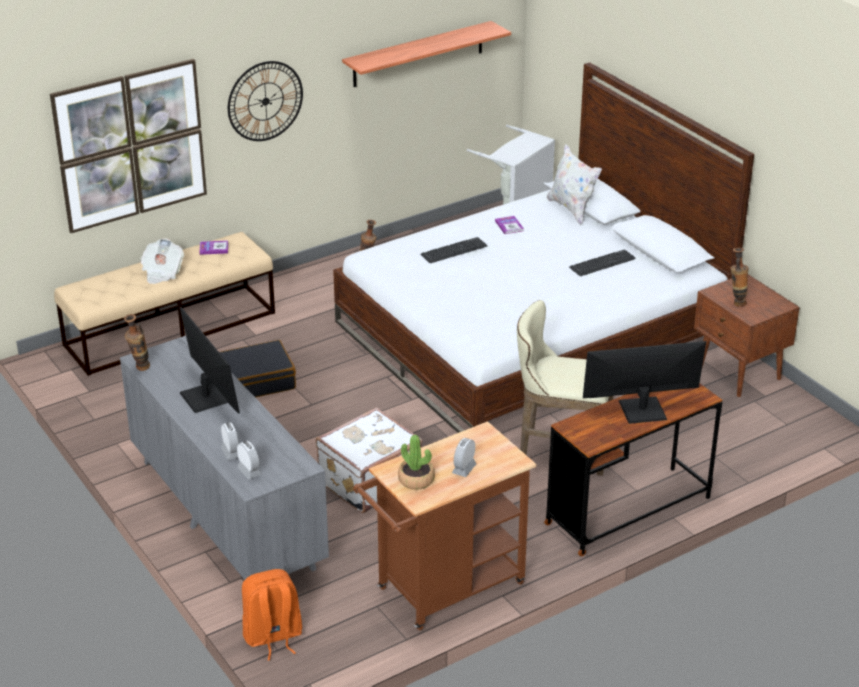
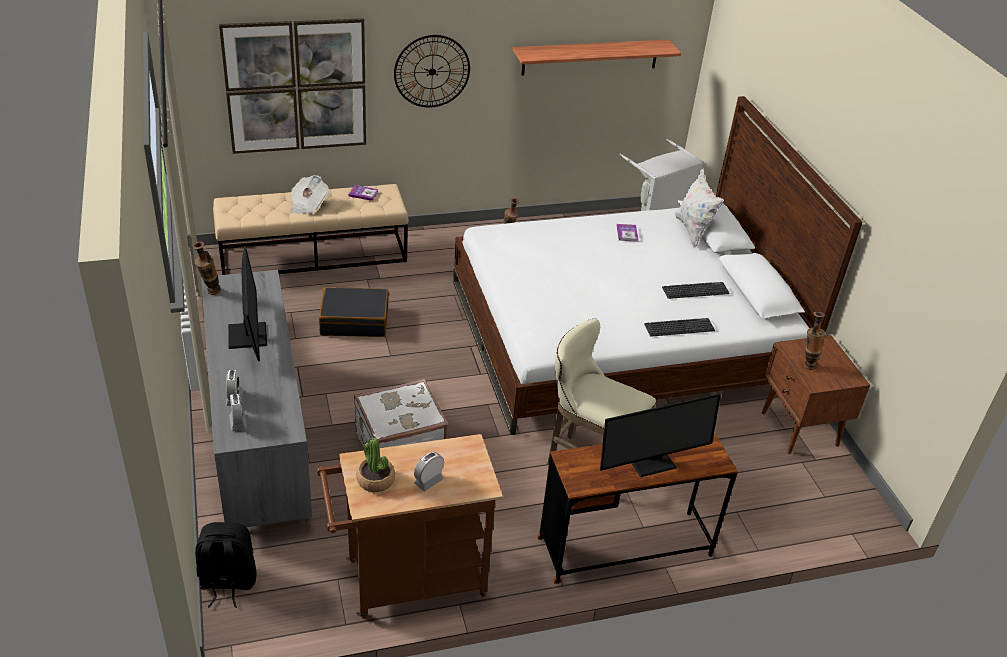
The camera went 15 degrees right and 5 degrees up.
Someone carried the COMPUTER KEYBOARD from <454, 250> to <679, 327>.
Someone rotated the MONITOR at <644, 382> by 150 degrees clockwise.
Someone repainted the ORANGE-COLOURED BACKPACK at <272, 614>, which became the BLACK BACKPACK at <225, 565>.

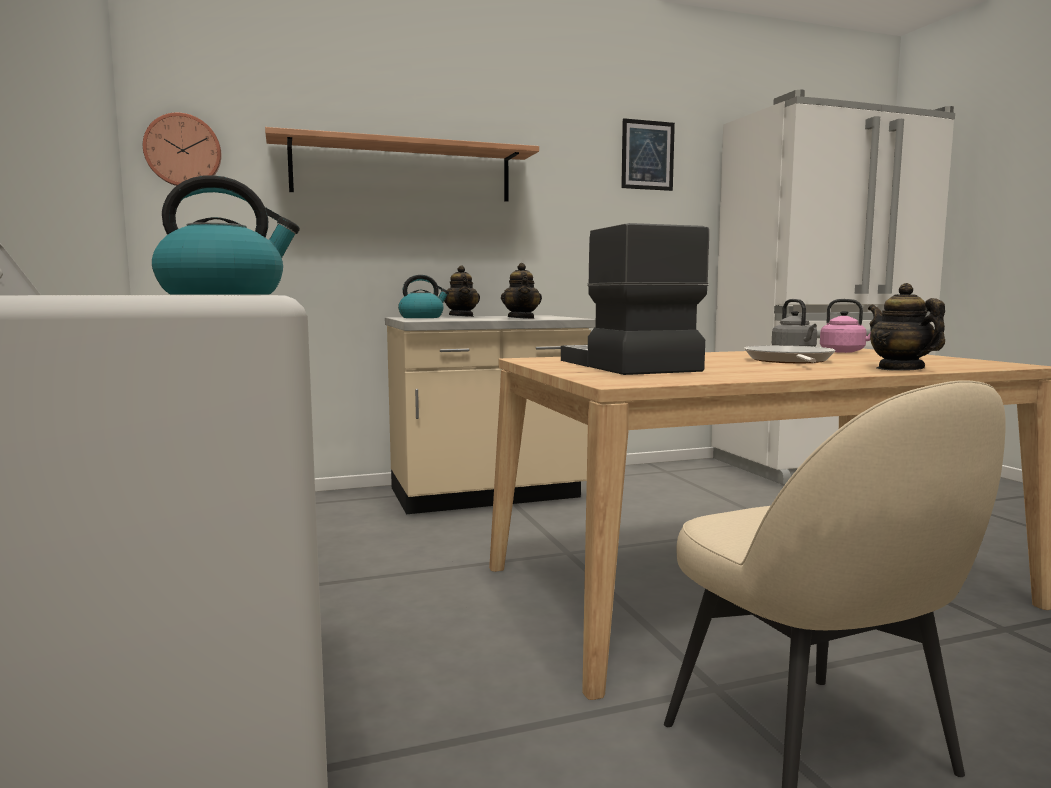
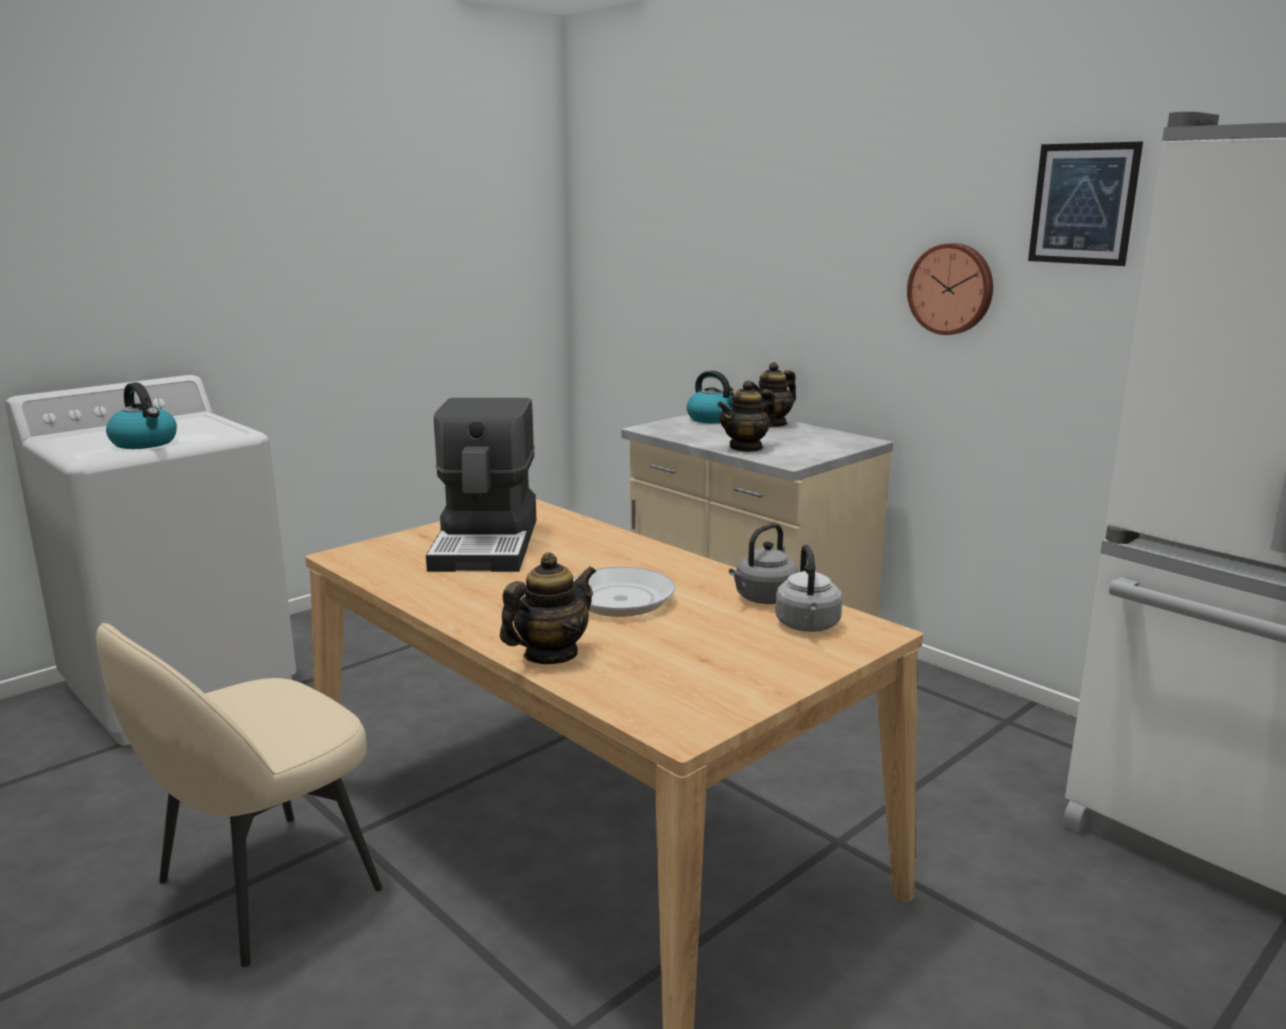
The camera went 65 degrees right and 10 degrees up.
Someone carried the CLOCK ON THE WALL from <182, 149> to <950, 289>.
Someone took away the SHELF at <402, 164>.
Someone rotated the COFFEE MACHINE at <635, 299> by 135 degrees clockwise.
Someone repainted the PINK TEA KETTLE at <845, 326>, which became the GRAY TEA KETTLE at <808, 588>.

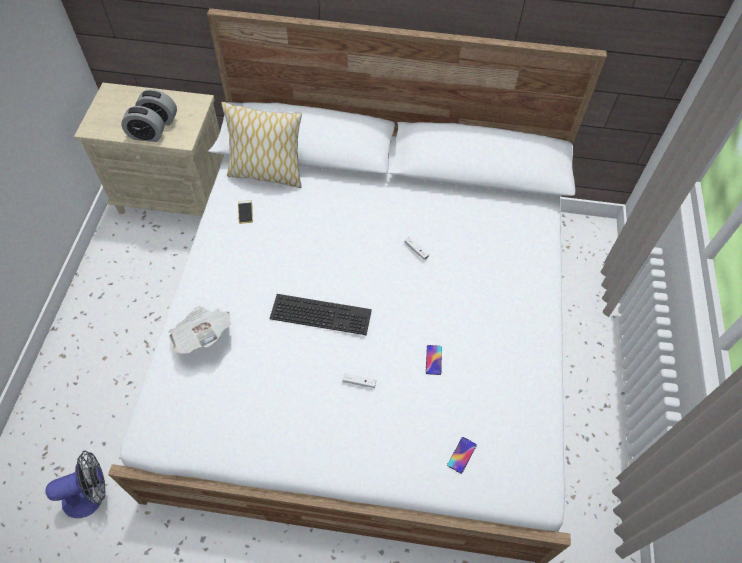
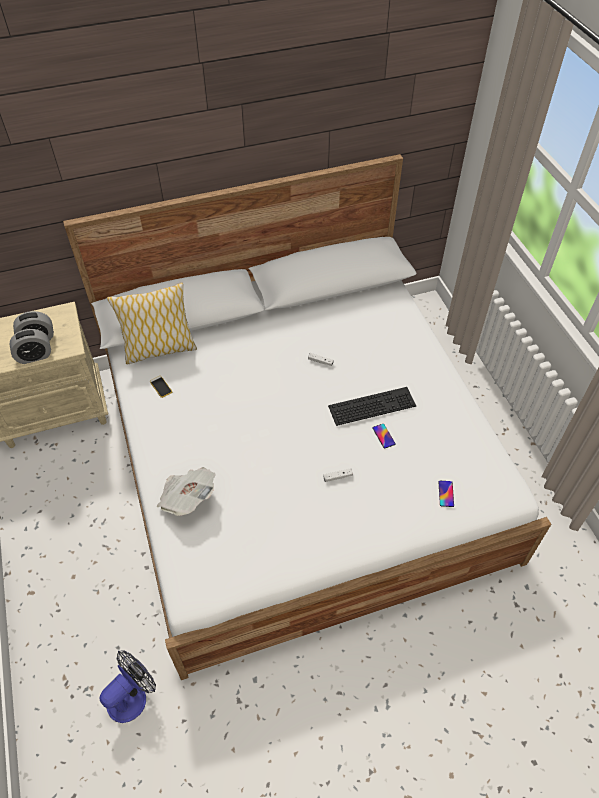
The camera went 25 degrees left and 5 degrees down.
Someone carried the COMPUTER KEYBOARD from <320, 314> to <372, 406>.

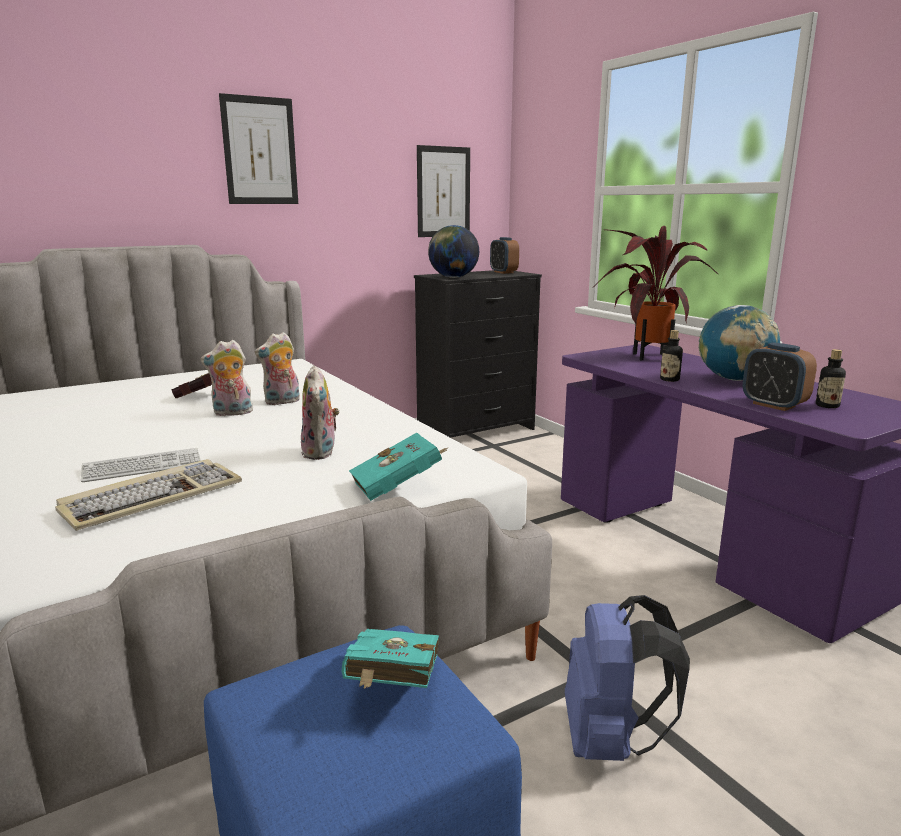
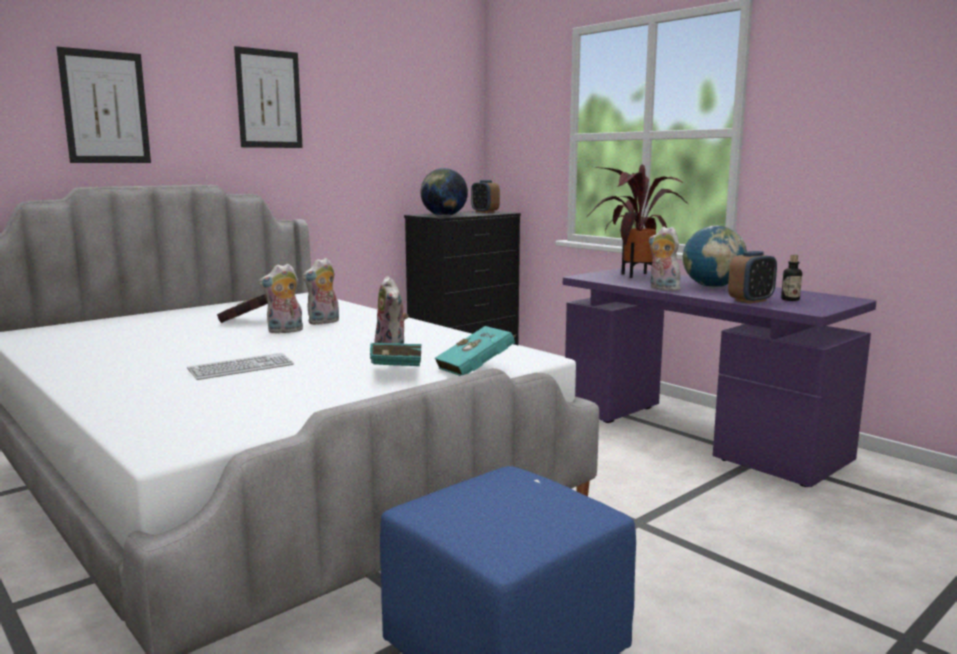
The camera went 10 degrees left and 5 degrees down.
Someone carried the WALL PICTURE from <443, 191> to <104, 105>.
Someone swapped the DRINK BOTTLE at <671, 356> for the CUDDLY TOY at <664, 259>.
Someone rotated the ALARM CLOCK at <780, 376> by 75 degrees counterclockwise.
Someone took away the COMPUTER KEYBOARD at <148, 495>.
Someone took away the BLUE BACKPACK at <627, 678>.
Someone carried the TURQUOISE VOLUME from <390, 659> to <395, 354>.

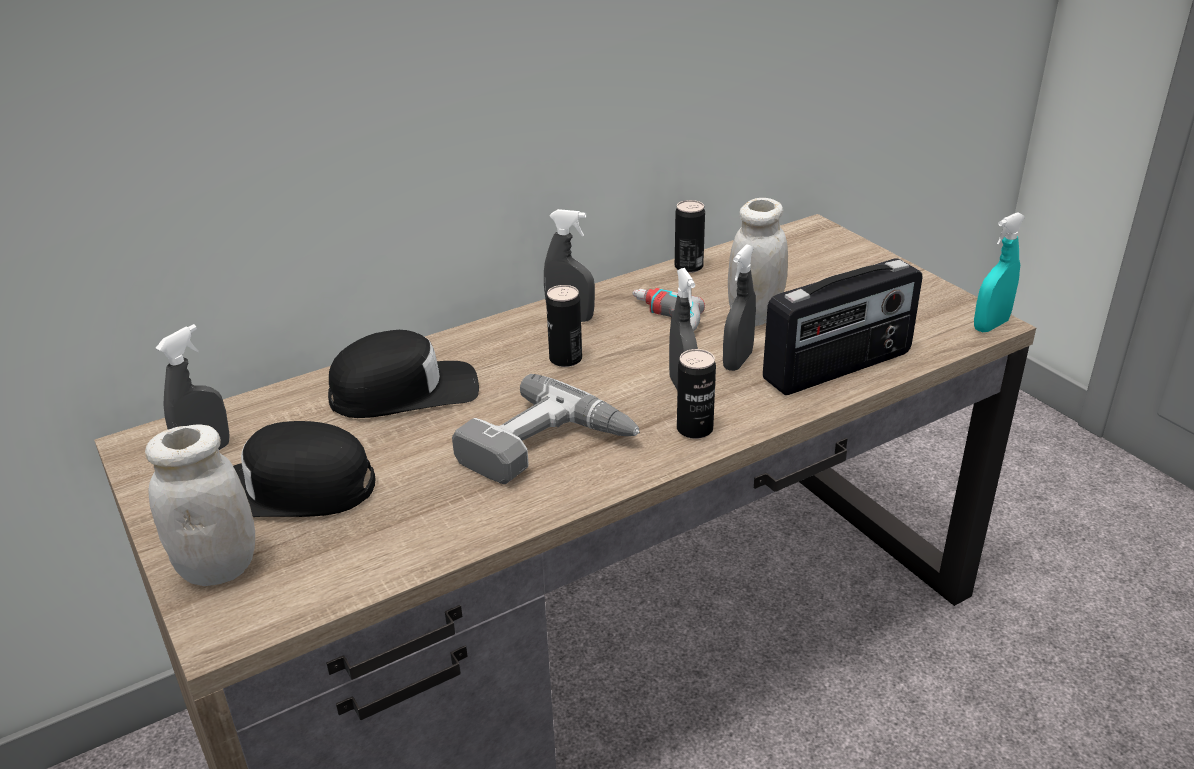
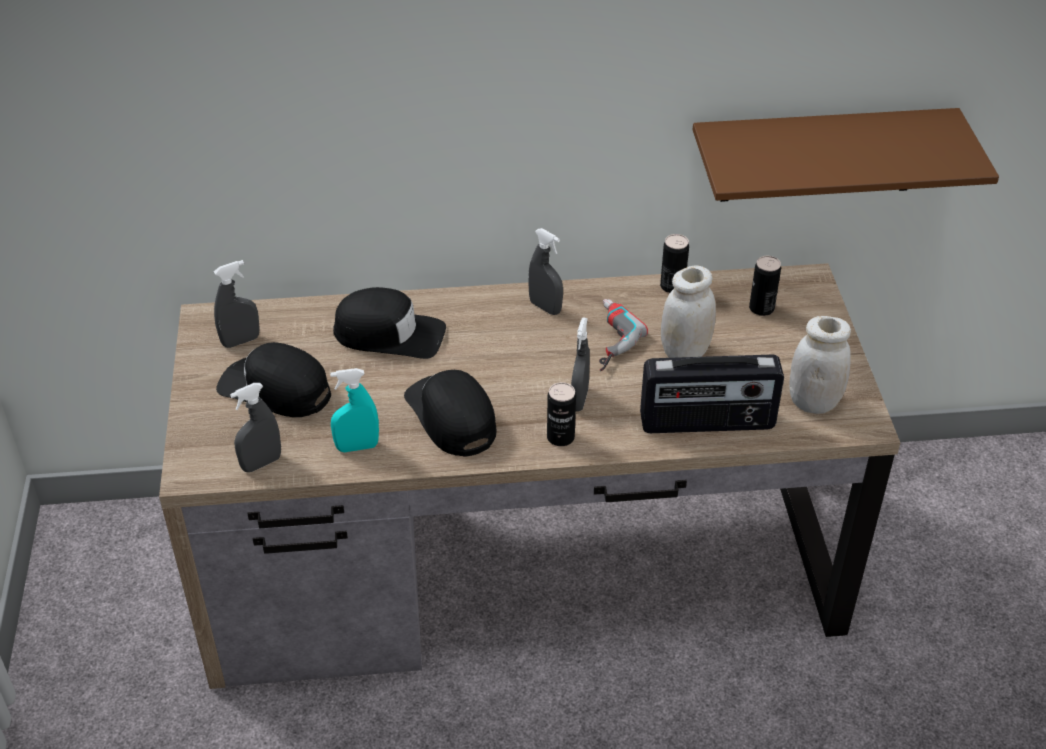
The camera went 25 degrees right and 10 degrees up.
Someone carried the TURQUOISE SPRAYER from <999, 272> to <354, 410>.
Someone carried the GRAY SPRAYER from <739, 307> to <255, 427>.
Someone carried the METAL CAN from <564, 326> to <765, 286>.
Someone swapped the DRILL at <546, 429> for the BLACK BASEBALL CAP at <450, 413>.
Someone carried the WHITISH STORAGE JAR from <200, 505> to <820, 365>.
Someone put up the BROWN SHELF at <846, 155>.

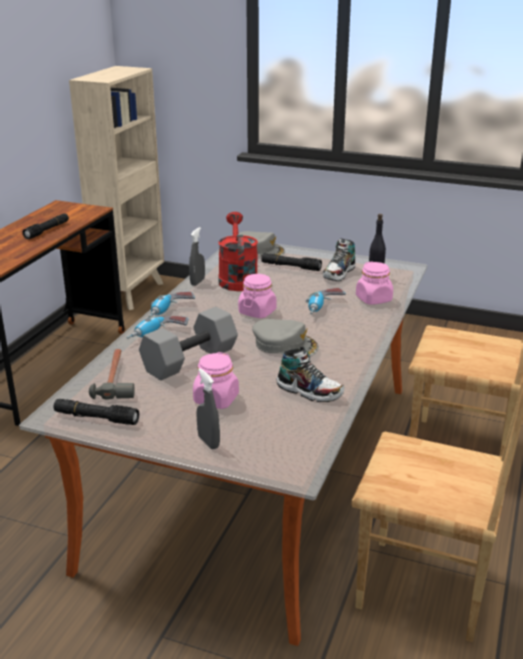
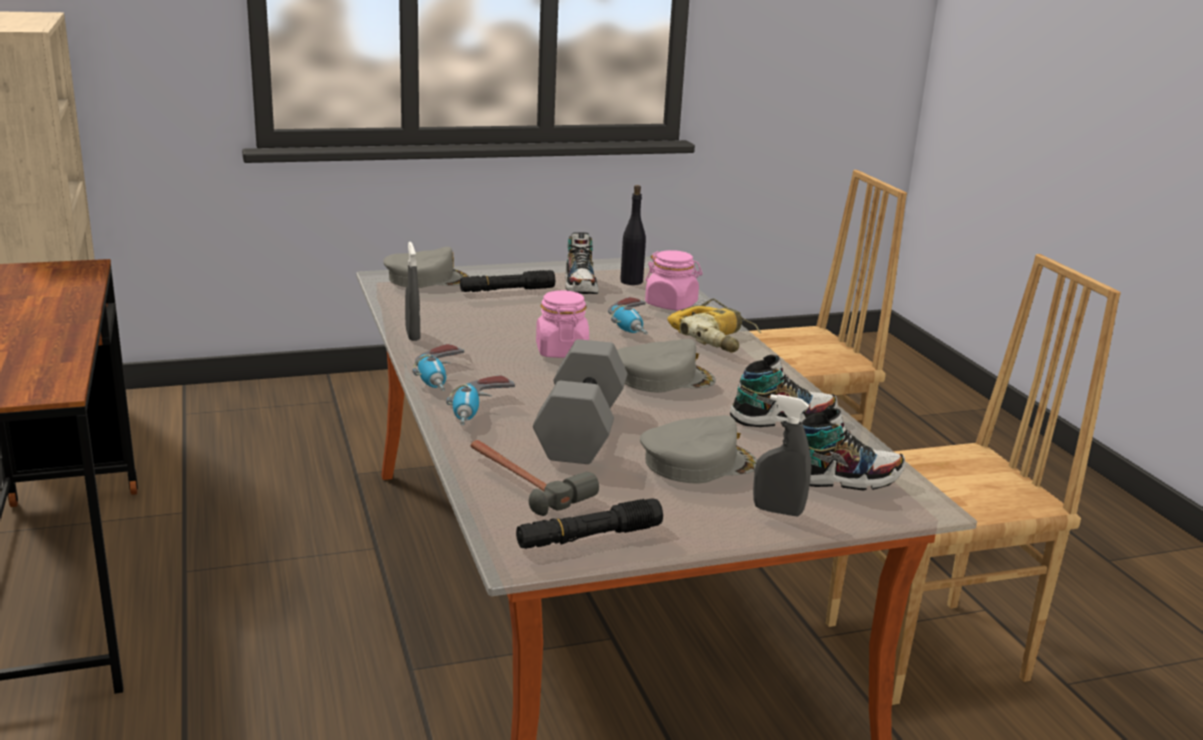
The camera went 40 degrees left and 5 degrees down.
Someone took away the REDDISH SPRINKLING CAN at <238, 251>.
Someone took away the BLACK HAND TORCH at <45, 226>.
Someone swapped the PINK STORAGE JAR at <216, 380> for the GRAY BASEBALL CAP at <698, 449>.
Someone put down the DRILL at <714, 326>.
Someone put down the ITEM OF FOOTWEAR at <853, 449>.

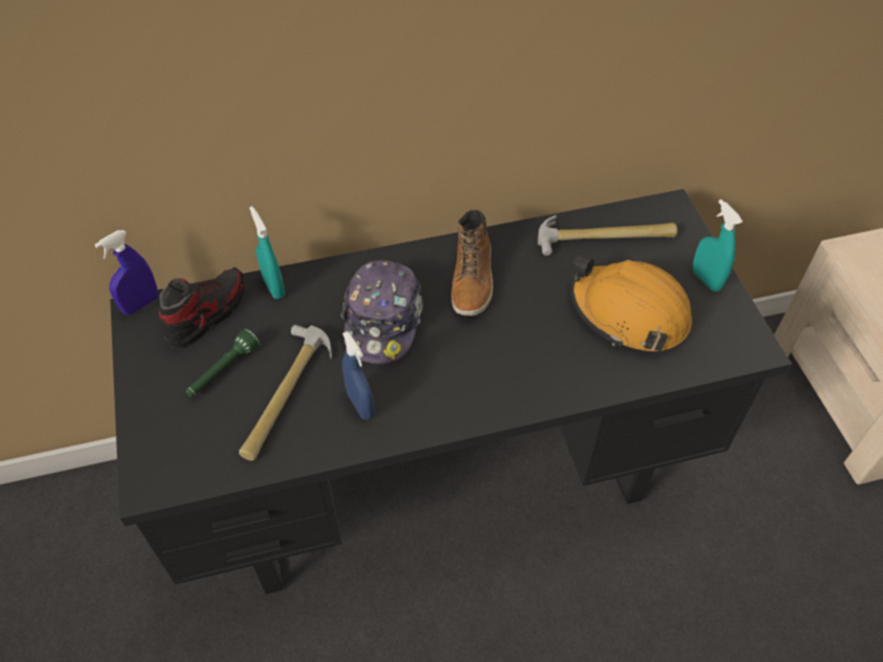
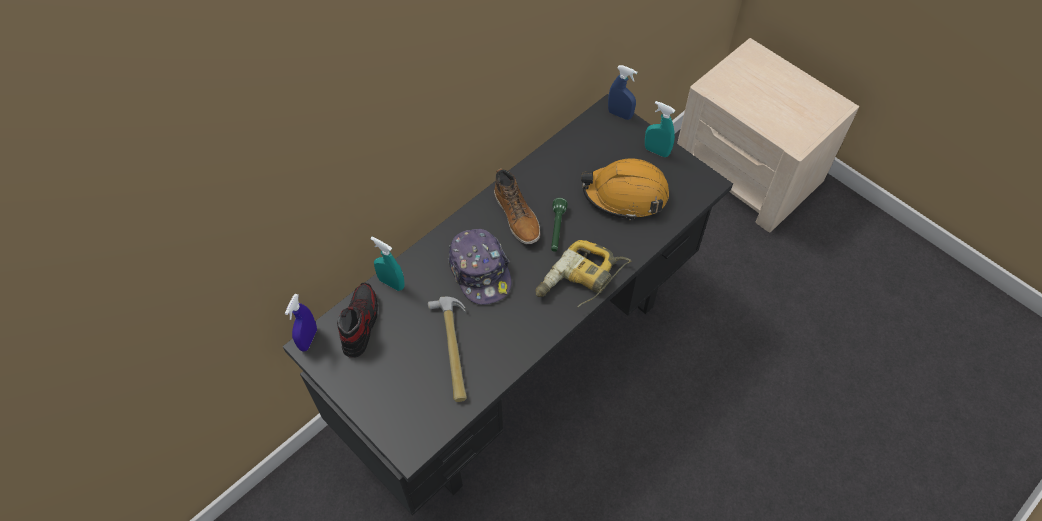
The camera went 30 degrees left and 5 degrees up.
Someone took away the HAMMER at <607, 235>.
Someone carried the GREENISH HAND TORCH from <222, 363> to <559, 225>.
Someone carried the BLUE SPRAYER from <358, 375> to <622, 92>.
Someone put down the DRILL at <583, 273>.

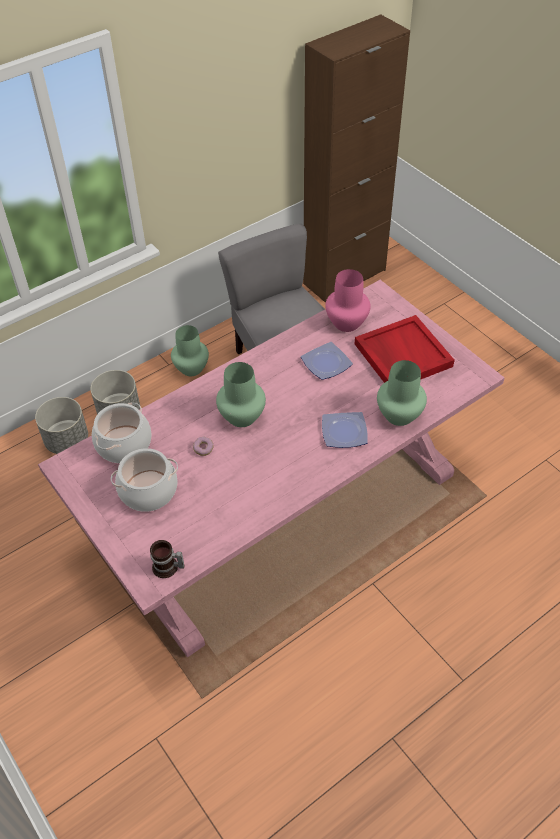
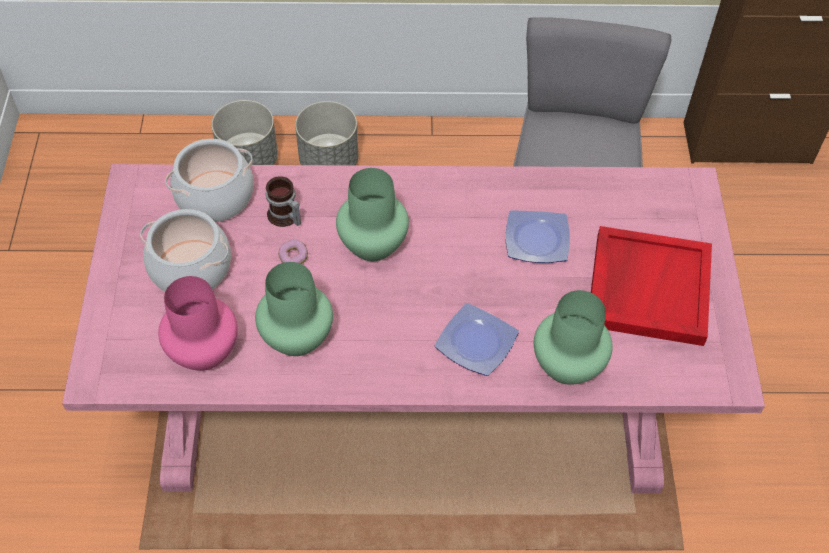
The camera went 35 degrees right and 5 degrees up.
Someone carried the PINK VASE from <348, 300> to <198, 323>.
Someone carried the GREENISH VASE from <190, 350> to <294, 309>.
Someone carried the TEA MUG from <167, 559> to <283, 201>.

